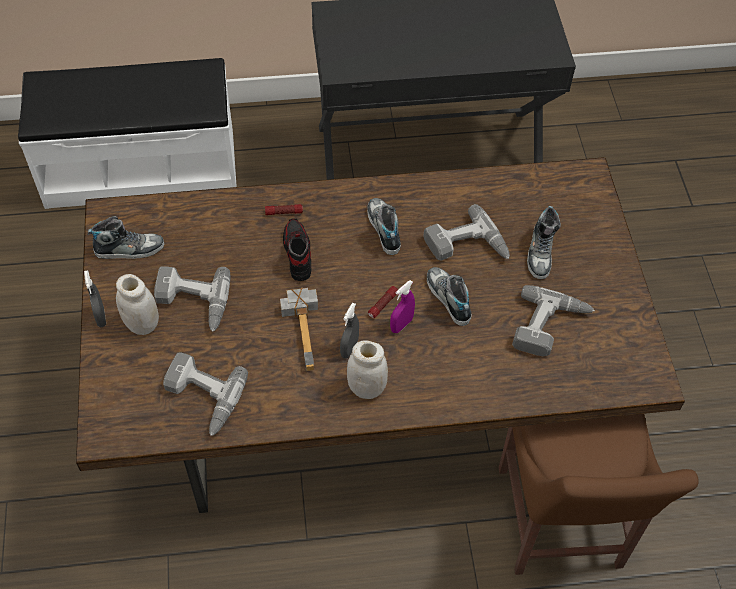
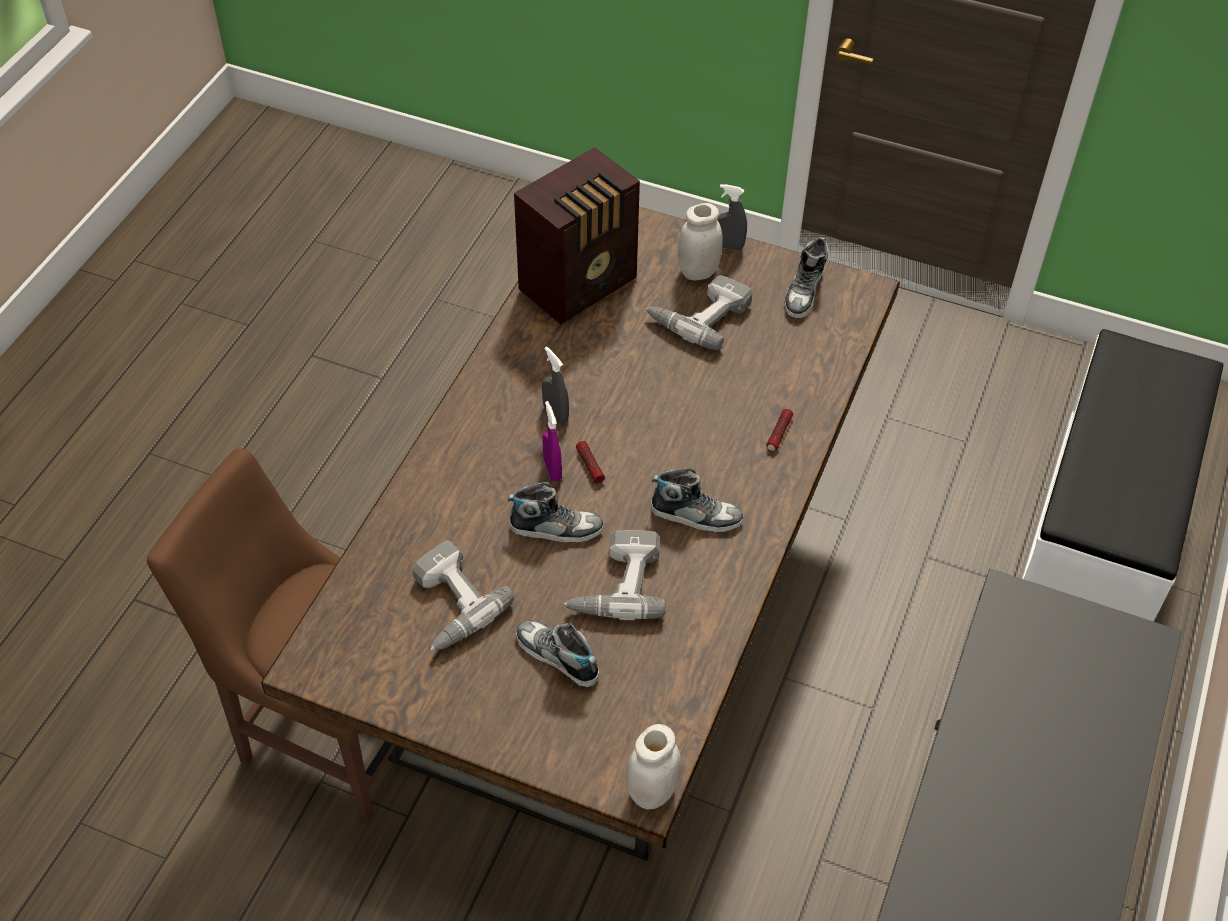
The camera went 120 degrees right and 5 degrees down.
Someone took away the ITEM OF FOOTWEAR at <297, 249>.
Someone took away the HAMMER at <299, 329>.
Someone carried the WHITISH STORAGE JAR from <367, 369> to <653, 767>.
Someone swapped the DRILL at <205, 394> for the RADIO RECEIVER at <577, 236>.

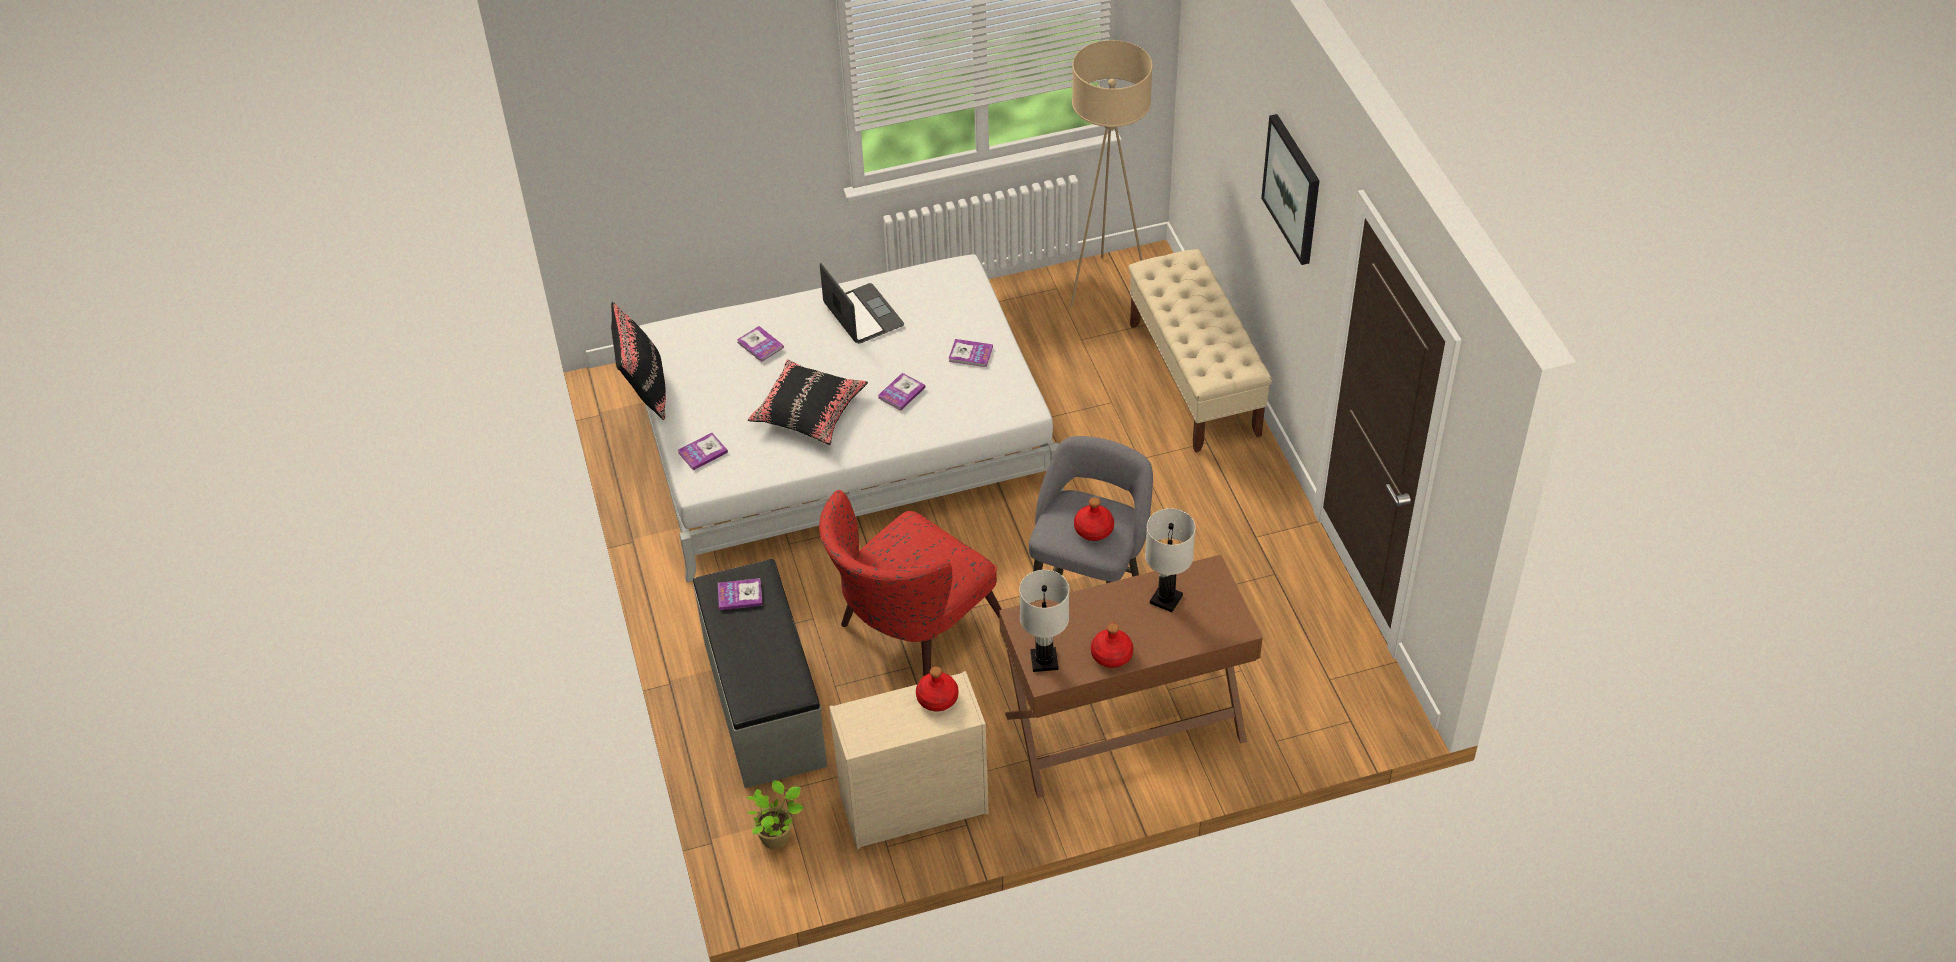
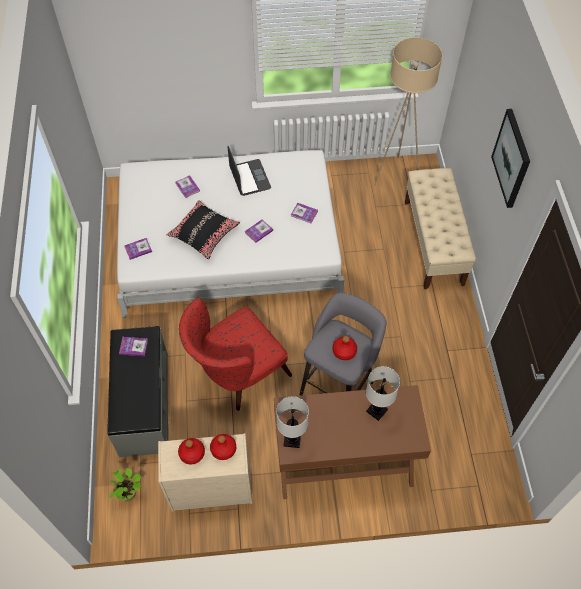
The camera went 10 degrees right and 10 degrees up.
Someone took away the BLACK PILLOW at <638, 361>.
Someone carried the REDDISH DRINK BOTTLE from <1112, 645> to <191, 451>.

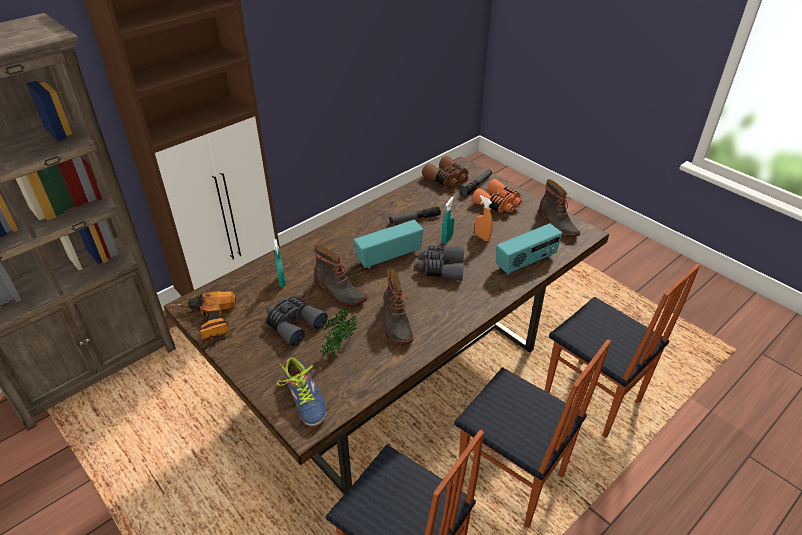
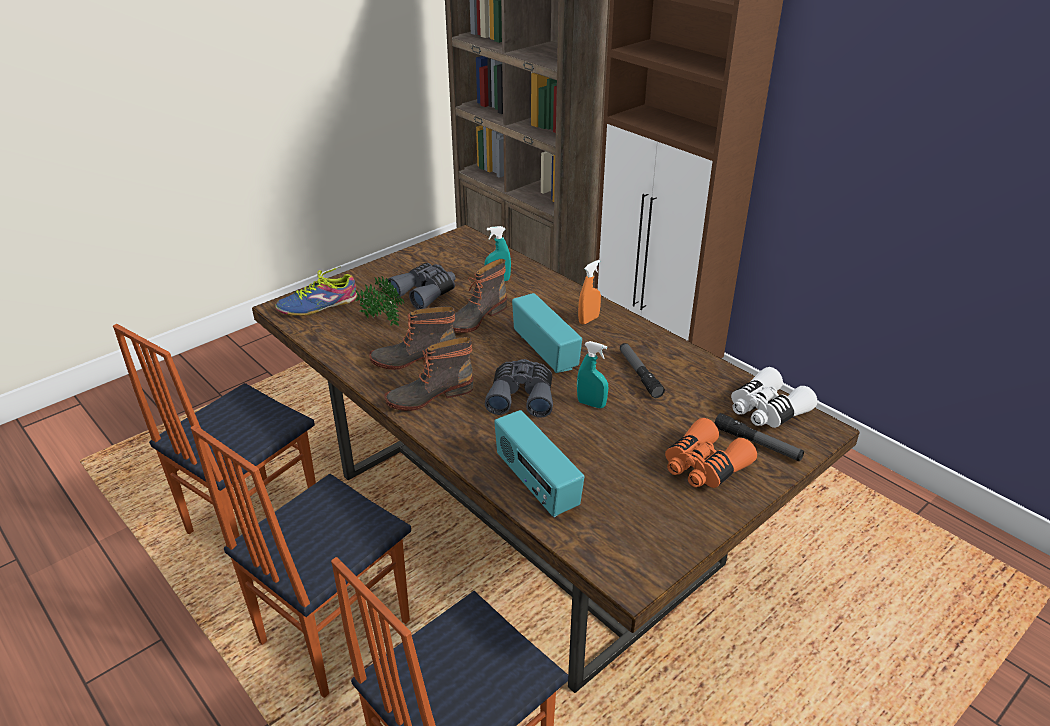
The camera went 90 degrees right and 5 degrees down.
Someone repainted the BROWN FIELD GLASSES at <445, 171>, which became the WHITISH FIELD GLASSES at <774, 397>.
Someone carried the HIGH-TOP BOOT from <559, 208> to <429, 374>.
Someone carried the ORANGE-COLOURED SPRAYER from <484, 218> to <589, 292>.
Someone took away the DRILL at <203, 315>.

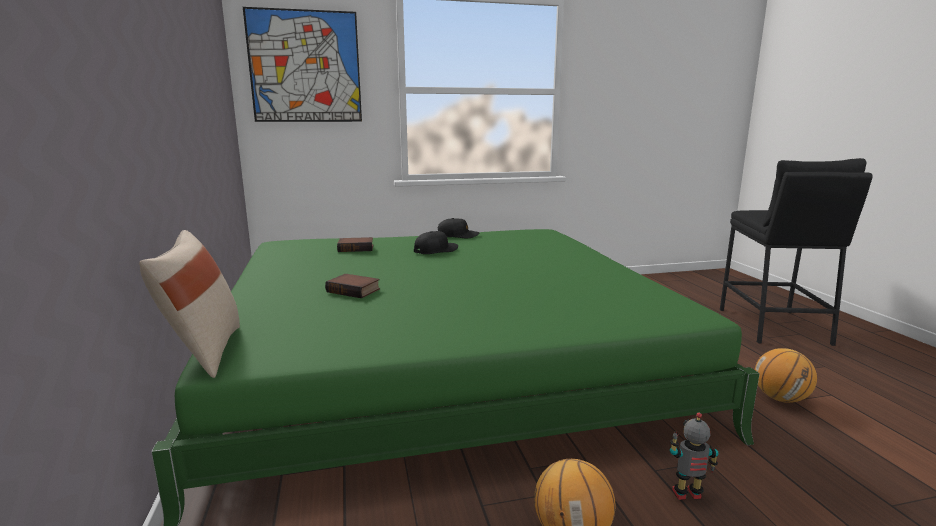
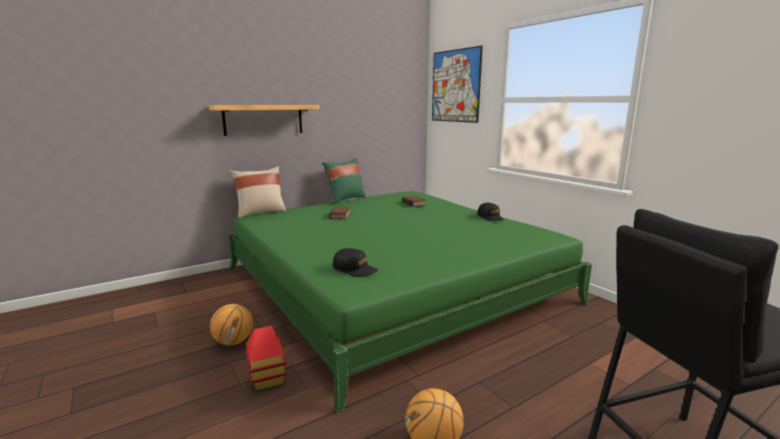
The camera went 70 degrees right and 0 degrees up.
Someone carried the BLACK BASEBALL CAP from <436, 242> to <355, 262>.
Someone swapped the ROBOT FIGURE at <694, 456> for the MINIATURE HOUSE at <266, 358>.
Someone put up the SHELF at <264, 120>.
Someone put down the GREENISH PILLOW at <344, 181>.

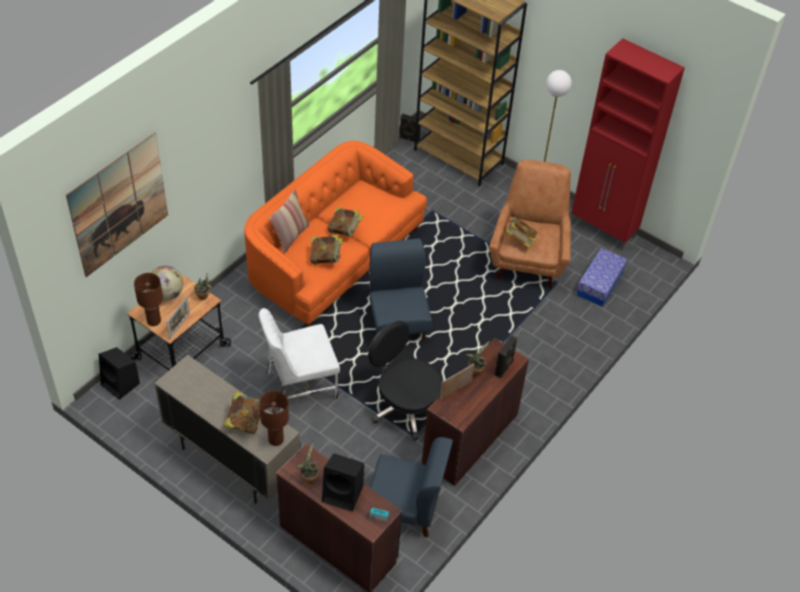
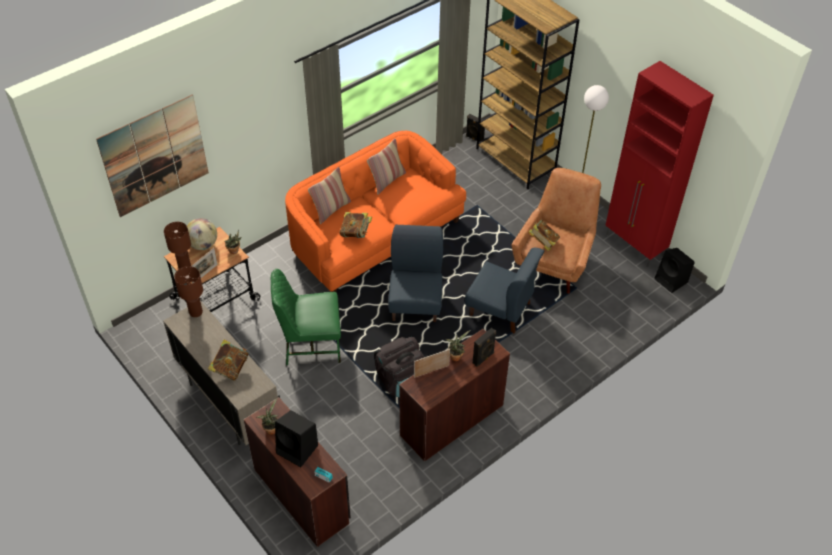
The camera went 15 degrees right and 0 degrees up.
Someone took away the VOLUME at <345, 221>.
Someone took away the STORAGE CONTAINER at <602, 277>.
Someone repainted the WHITISH PLAIN CHAIR at <299, 359>, which became the GREENISH PLAIN CHAIR at <306, 317>.
Someone swapped the BLACK DESK CHAIR at <405, 381> for the BLACK BACKPACK at <399, 367>.
Someone carried the BLACK AUDIO SPEAKER from <119, 373> to <674, 270>.
Someone carried the BROWN LAMP FOR A TABLE from <274, 418> to <188, 291>.
Someone carried the BLUE PLAIN CHAIR from <411, 487> to <505, 290>.
Someone put down the PILLOW at <386, 167>.

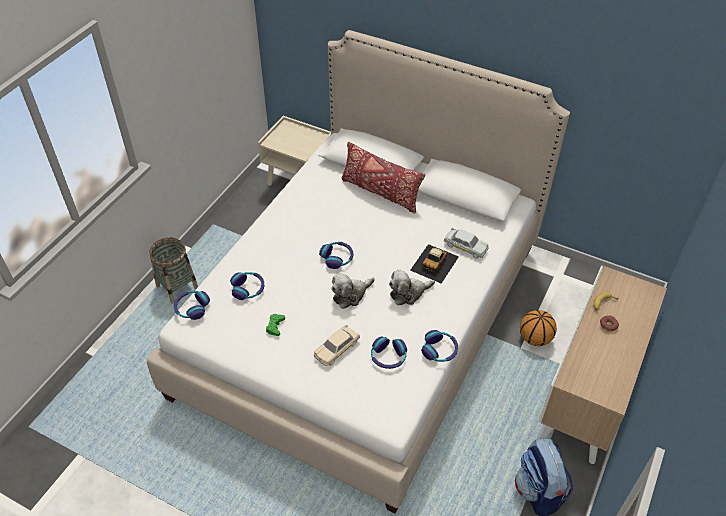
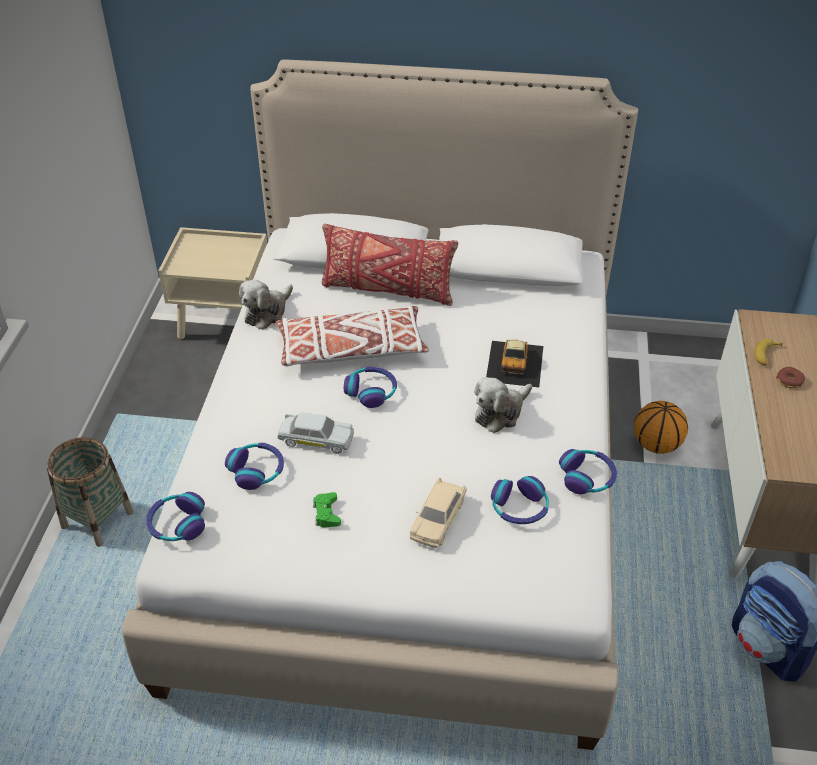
The camera went 20 degrees left and 5 degrees down.
Someone carried the WHITISH MODEL CAR from <466, 243> to <315, 433>.
Someone carried the CUDDLY TOY from <353, 291> to <266, 305>.
Someone put down the WHITISH PILLOW at <352, 336>.

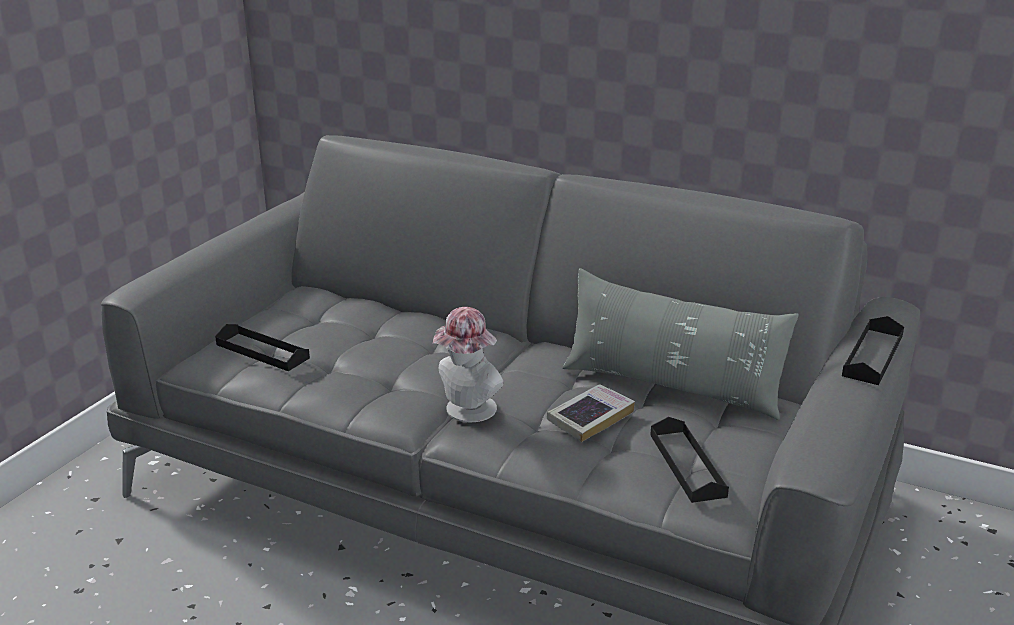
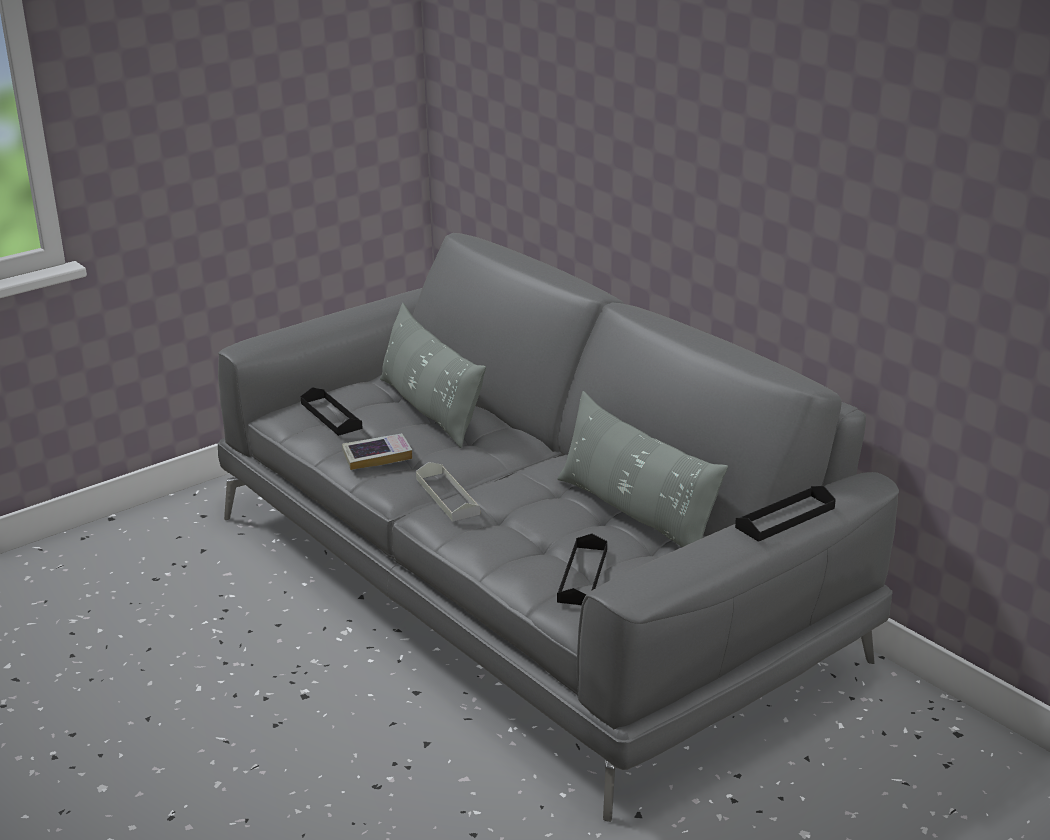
The camera went 25 degrees right and 0 degrees up.
Someone swapped the HAT at <468, 364> for the GRAY SERVING TRAY at <448, 491>.
Someone carried the VOLUME from <591, 413> to <377, 451>.
Someone put down the GRAY PILLOW at <433, 375>.

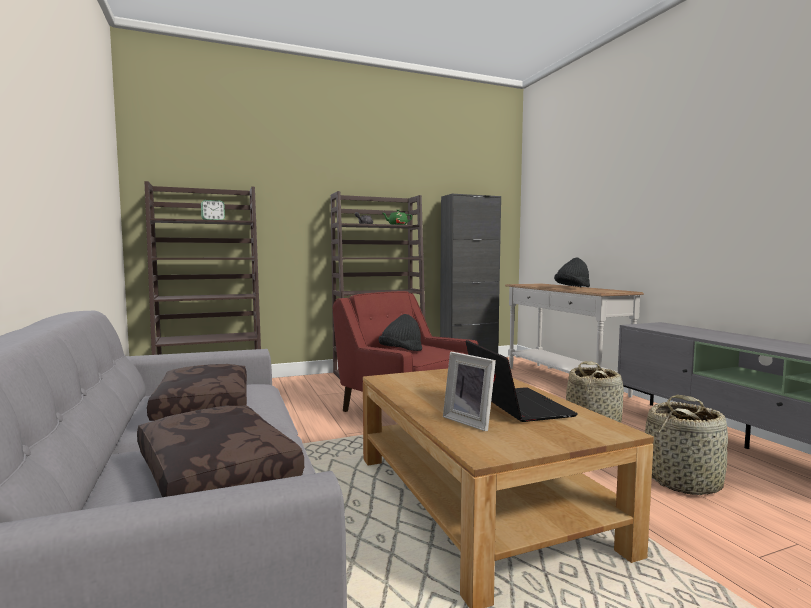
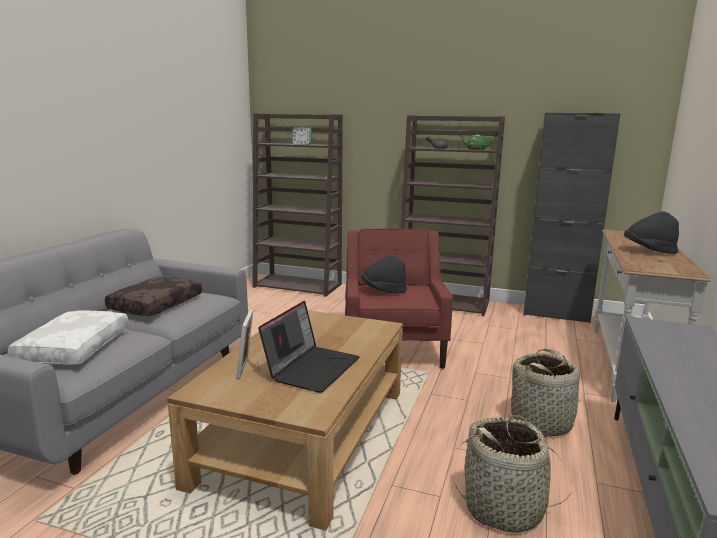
The camera went 40 degrees right and 10 degrees up.
Someone repainted the BROWN PILLOW at <220, 451>, which became the WHITISH PILLOW at <68, 337>.

